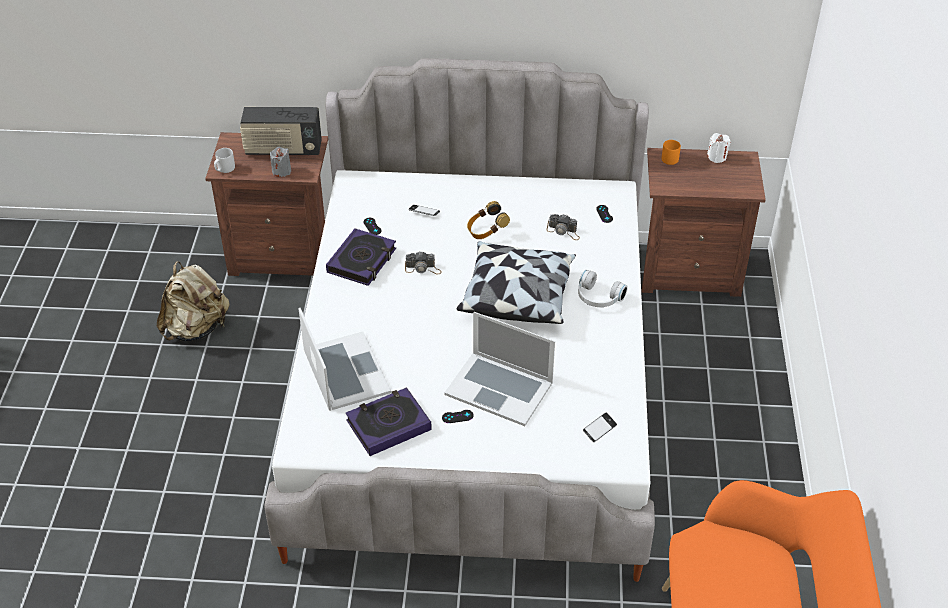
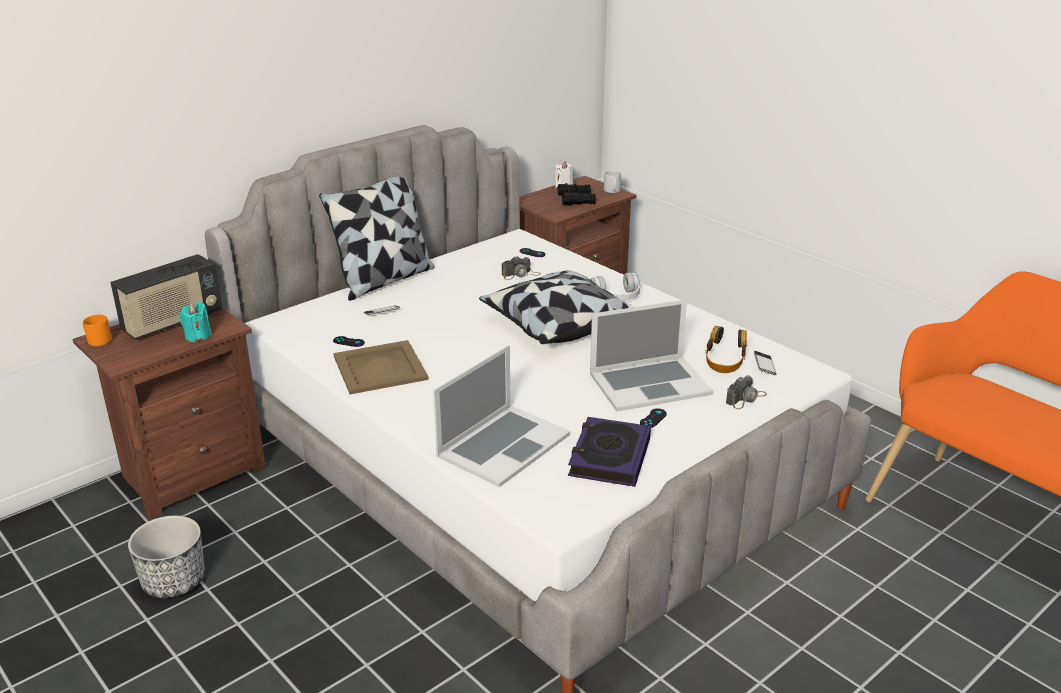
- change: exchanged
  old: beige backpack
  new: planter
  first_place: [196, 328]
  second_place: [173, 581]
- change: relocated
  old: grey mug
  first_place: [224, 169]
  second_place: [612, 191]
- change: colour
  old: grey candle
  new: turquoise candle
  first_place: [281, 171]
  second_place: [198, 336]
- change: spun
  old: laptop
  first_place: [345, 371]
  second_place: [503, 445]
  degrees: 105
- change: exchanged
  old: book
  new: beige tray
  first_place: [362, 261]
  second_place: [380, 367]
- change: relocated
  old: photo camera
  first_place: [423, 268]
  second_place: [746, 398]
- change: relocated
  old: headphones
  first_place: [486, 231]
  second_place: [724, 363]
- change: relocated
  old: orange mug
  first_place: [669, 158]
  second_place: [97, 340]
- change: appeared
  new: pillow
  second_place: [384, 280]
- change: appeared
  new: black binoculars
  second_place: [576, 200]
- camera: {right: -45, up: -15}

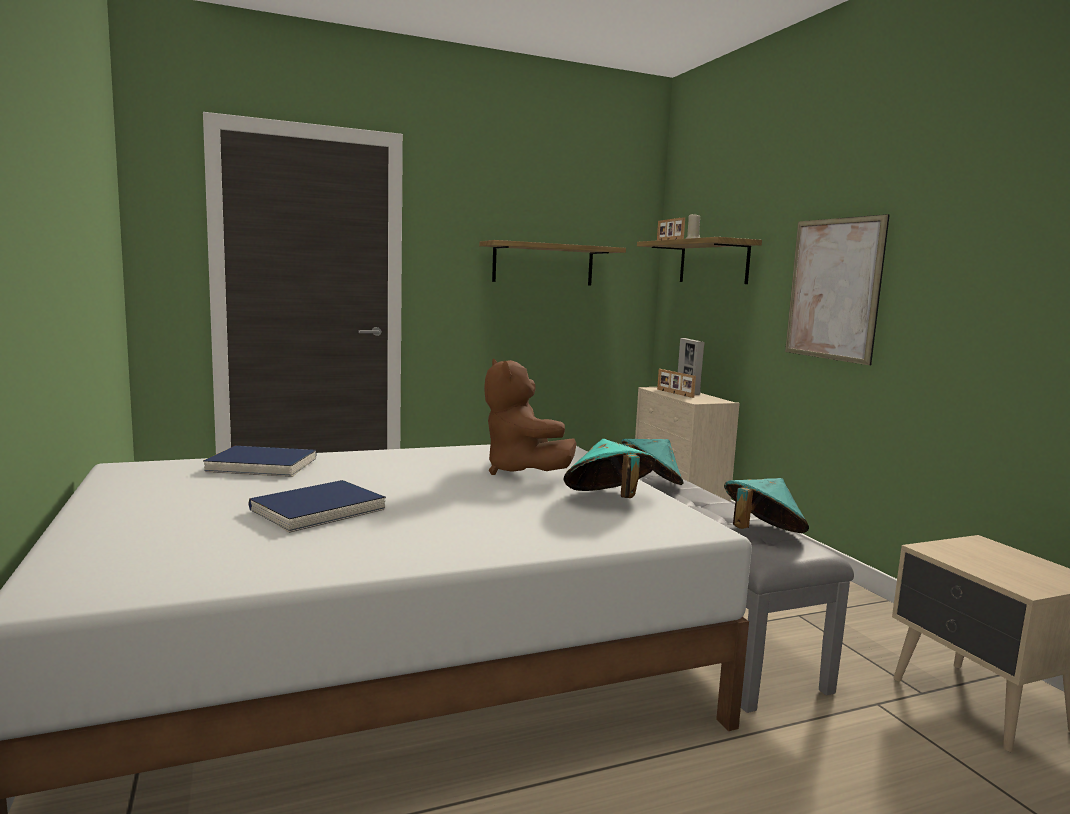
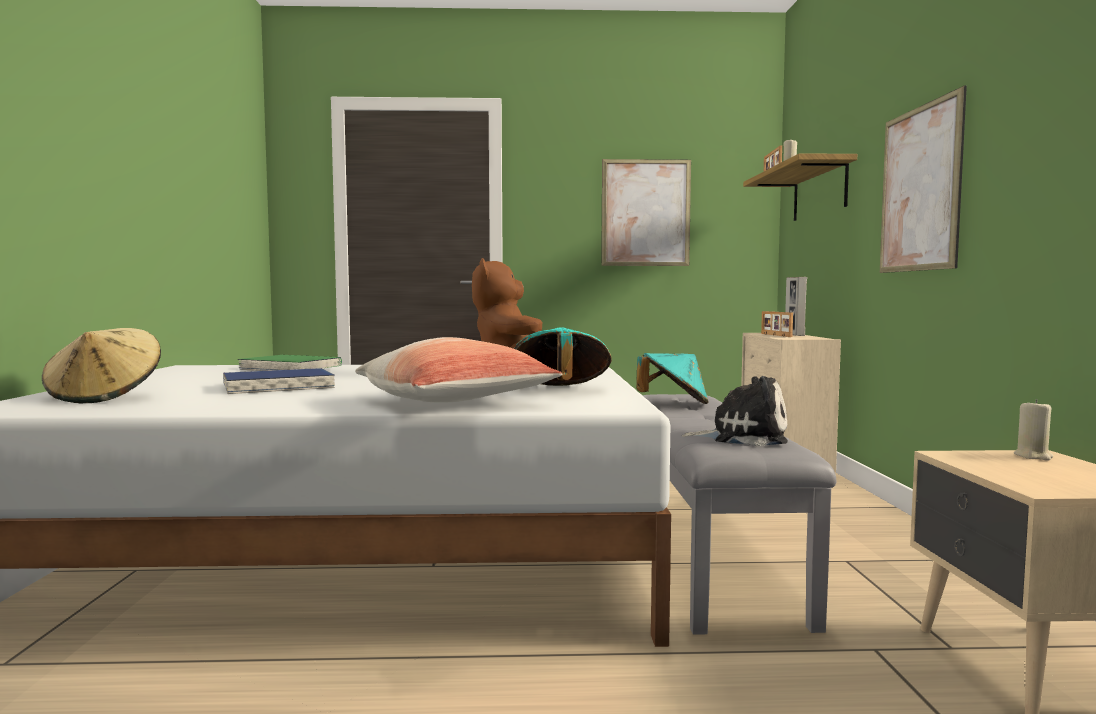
- change: colour
  old: blue book
  new: green book
  first_place: [262, 466]
  second_place: [291, 368]
- change: exchanged
  old: shelf
  new: picture
  first_place: [543, 264]
  second_place: [645, 213]
- change: exchanged
  old: turquoise hat
  new: plush toy
  first_place: [761, 534]
  second_place: [743, 437]
- change: appeared
  new: beige hat
  second_place: [106, 397]
- change: appeared
  new: pillow
  second_place: [457, 402]
- change: appeared
  new: beige candle
  second_place: [1033, 456]
- camera: {right: 20, up: -5}

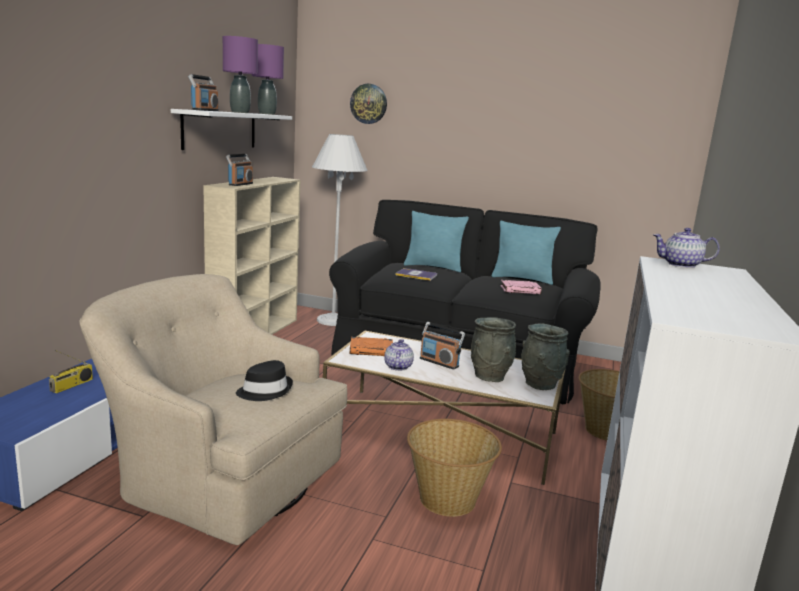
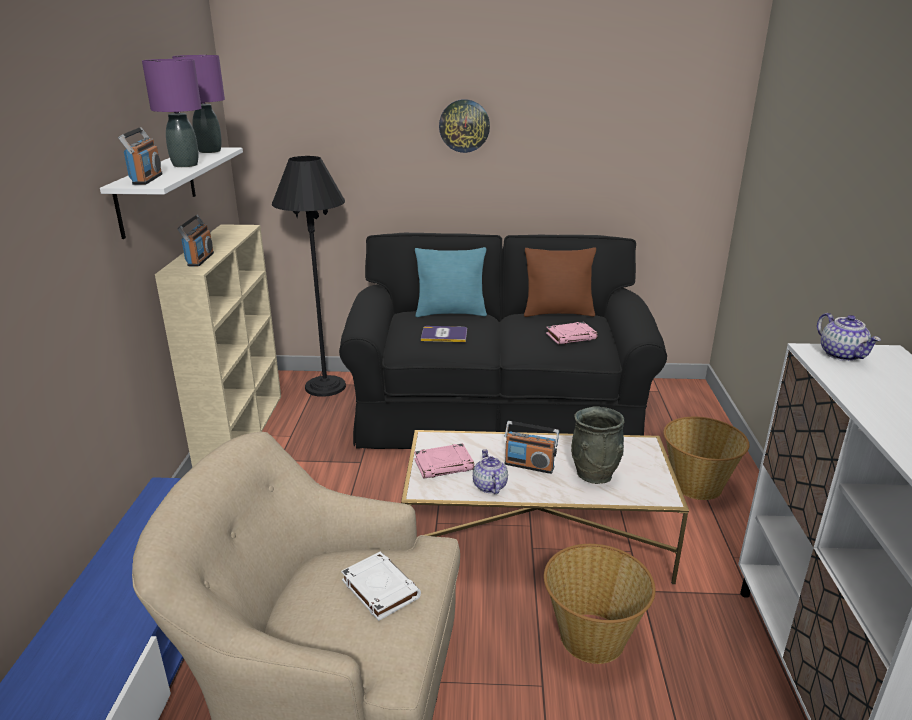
- change: missing
  old: radio
  first_place: [72, 385]
- change: exchanged
  old: black hat
  new: white book
  first_place: [265, 391]
  second_place: [379, 589]
- change: colour
  old: white floor lamp
  new: black floor lamp
  first_place: [333, 320]
  second_place: [325, 386]
- change: relocated
  old: wall clock
  first_place: [368, 103]
  second_place: [464, 126]
- change: colour
  old: orange book
  new: pink book
  first_place: [371, 350]
  second_place: [444, 464]
- change: colour
  old: turquoise pillow
  new: brown pillow
  first_place: [522, 279]
  second_place: [558, 313]
- change: missing
  old: grey vase
  first_place: [541, 384]
- change: spun
  old: teapot
  first_place: [681, 265]
  second_place: [842, 355]
  degrees: -105
- camera: {right: -15, up: 10}

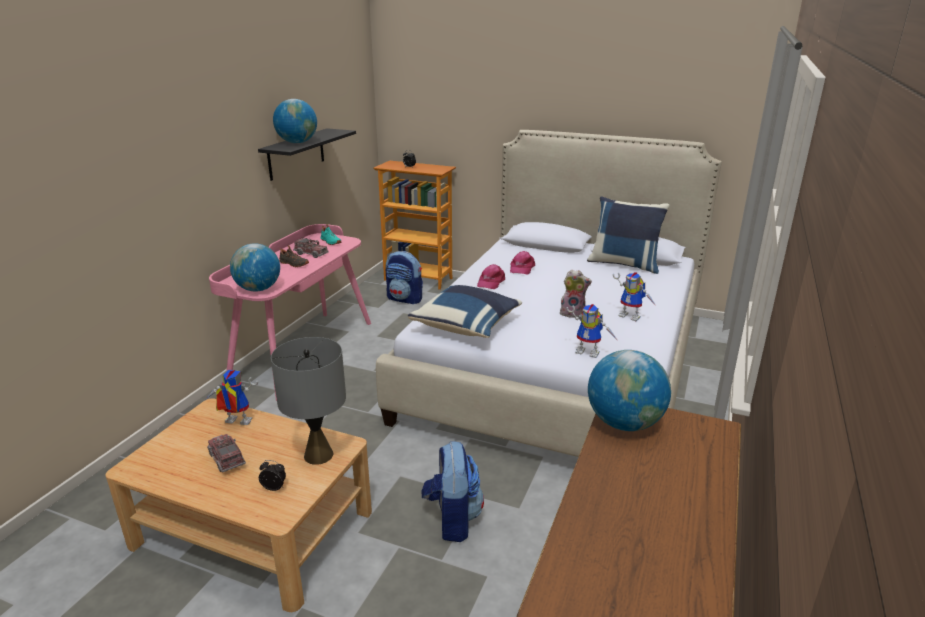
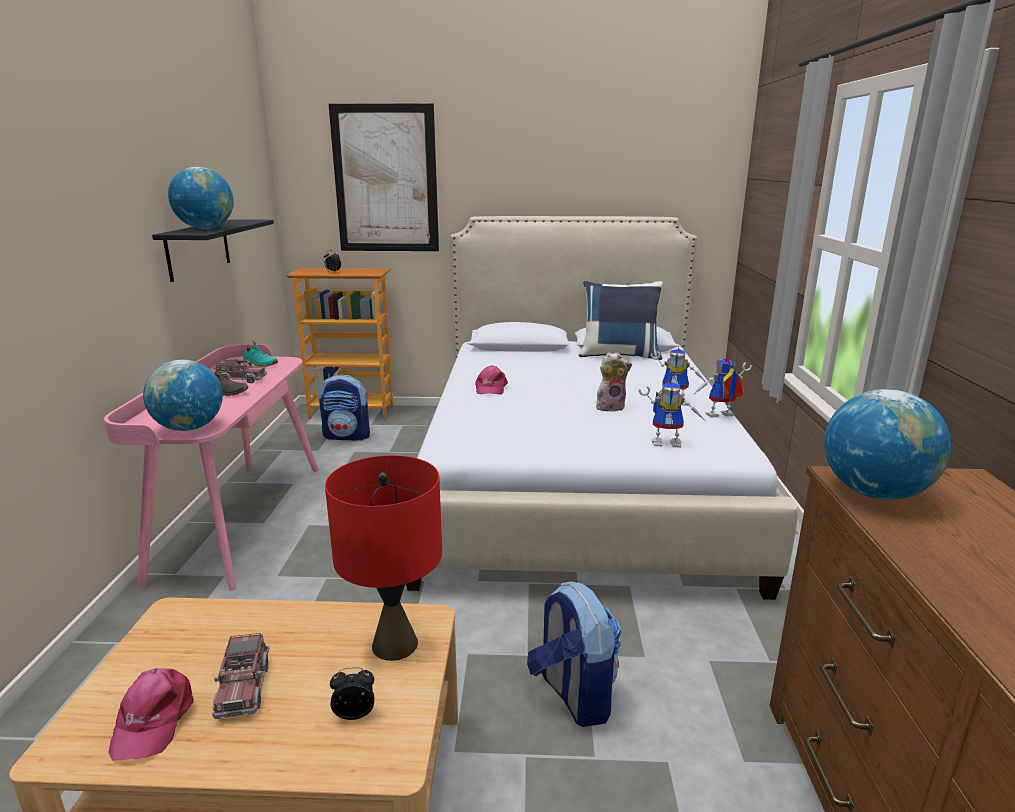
- change: relocated
  old: toy robot
  first_place: [234, 423]
  second_place: [719, 416]
- change: spun
  old: toy truck
  first_place: [226, 459]
  second_place: [243, 688]
  degrees: -135
- change: colour
  old: grey table lamp
  new: red table lamp
  first_place: [318, 455]
  second_place: [394, 644]
- change: missing
  old: blue pillow
  first_place: [467, 326]
- change: relocated
  old: pink cap
  first_place: [521, 268]
  second_place: [153, 719]
- change: appeared
  new: picture
  second_place: [385, 179]
- camera: {right: -20, up: -5}

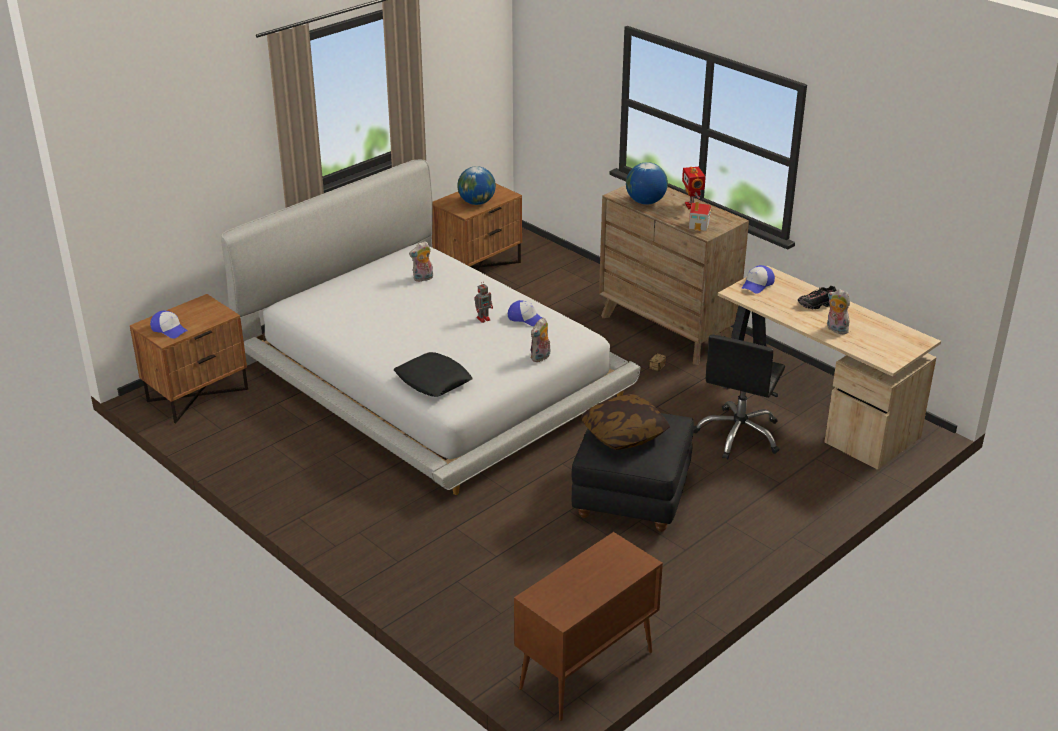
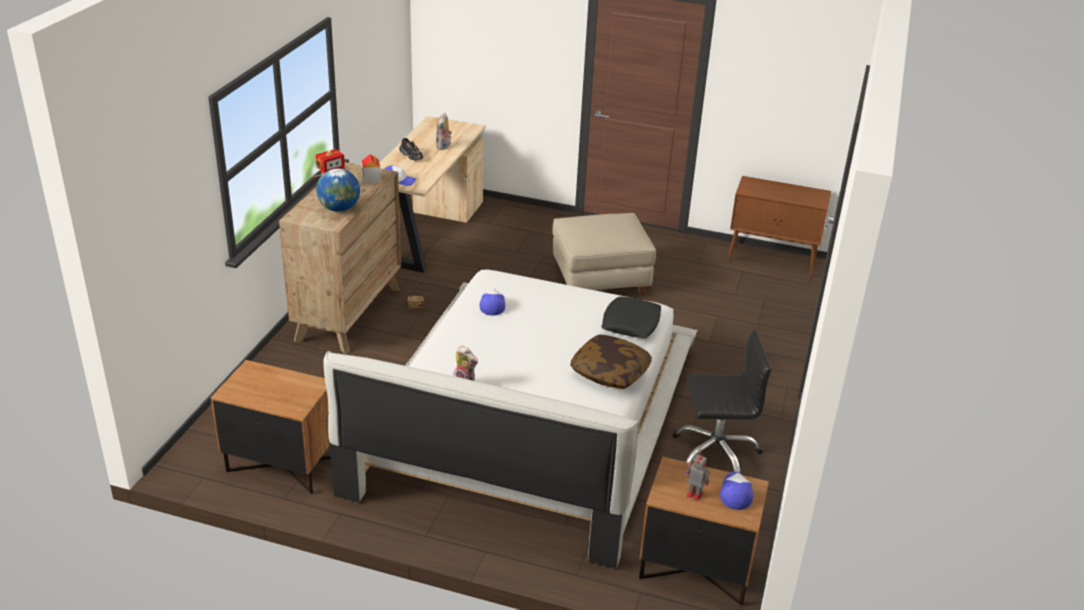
- change: missing
  old: globe
  first_place: [477, 202]
- change: relocated
  old: toy robot
  first_place: [484, 318]
  second_place: [693, 494]
- change: missing
  old: plush toy
  first_place: [541, 358]
- change: colour
  old: black ottoman
  new: beige ottoman
  first_place: [631, 496]
  second_place: [600, 280]
- change: relocated
  old: pillow
  first_place: [624, 434]
  second_place: [610, 372]
- change: relocated
  old: black office chair
  first_place: [739, 435]
  second_place: [715, 452]
- camera: {right: -120, up: 0}

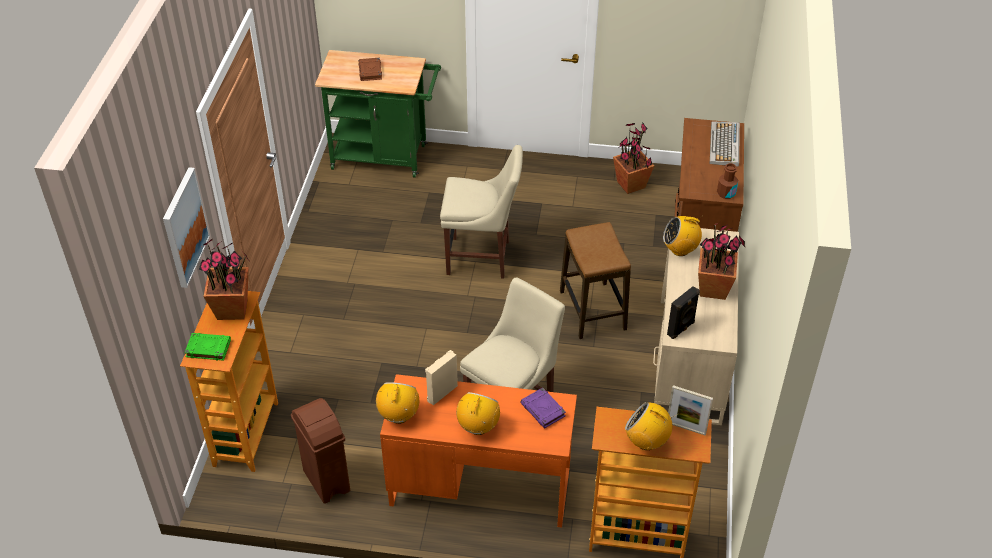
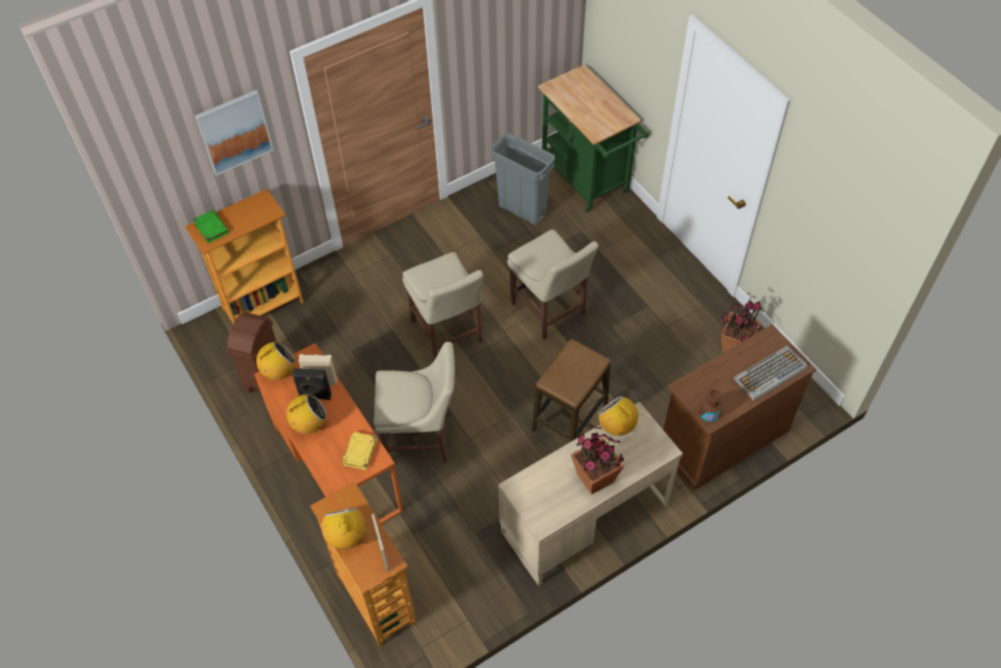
- change: missing
  old: potted plant
  first_place: [233, 309]
- change: missing
  old: brown book
  first_place: [370, 71]
- change: colour
  old: purple book
  new: yellow book
  first_place: [543, 410]
  second_place: [360, 452]
- change: relocated
  old: black speaker
  first_place: [681, 329]
  second_place: [315, 396]
- change: appeared
  new: beige chair
  second_place: [448, 334]
- change: appeared
  new: grey trash can
  second_place: [522, 210]
- camera: {right: 50, up: 10}

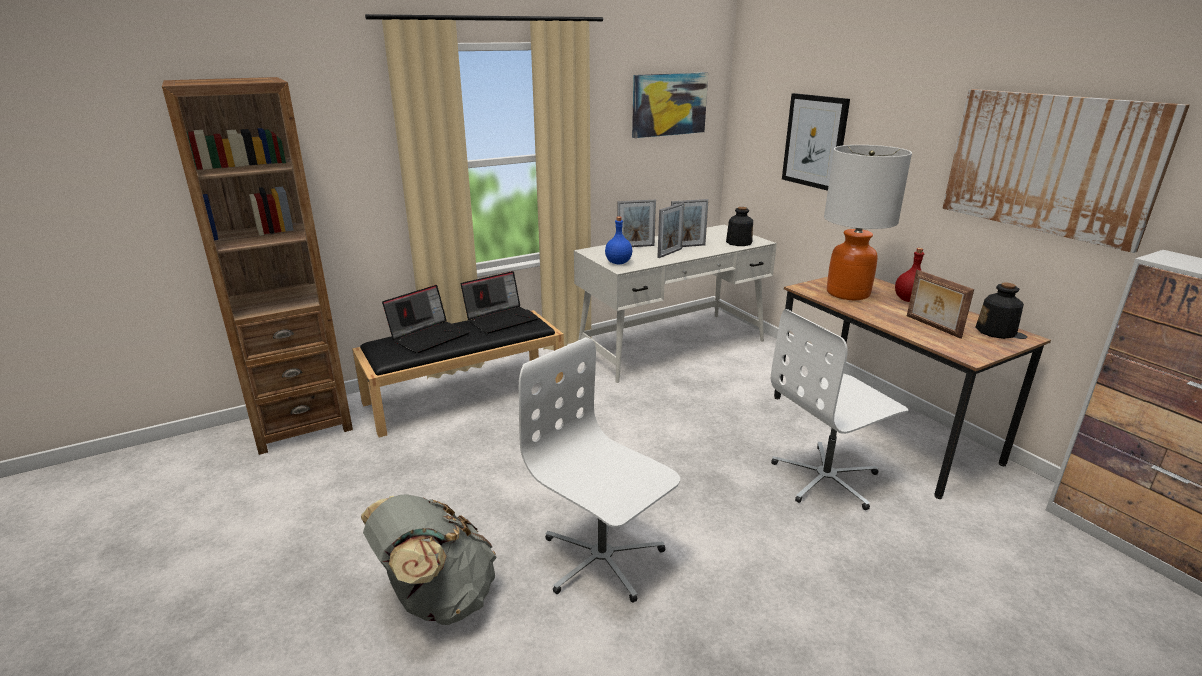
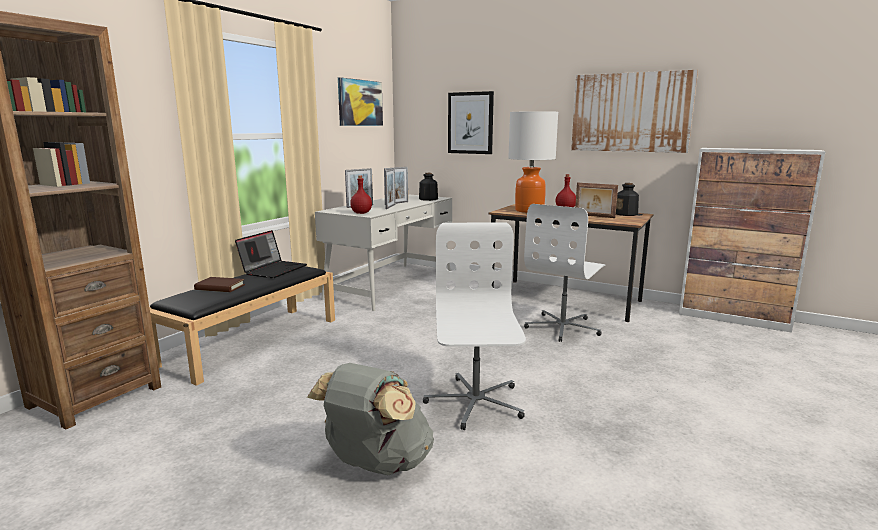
- change: exchanged
  old: laptop
  new: brown book
  first_place: [429, 336]
  second_place: [220, 287]
- change: spun
  old: white office chair
  first_place: [601, 559]
  second_place: [474, 402]
  degrees: 75
- change: colour
  old: blue bottle
  new: red bottle
  first_place: [618, 263]
  second_place: [361, 213]
- camera: {right: -30, up: -10}

